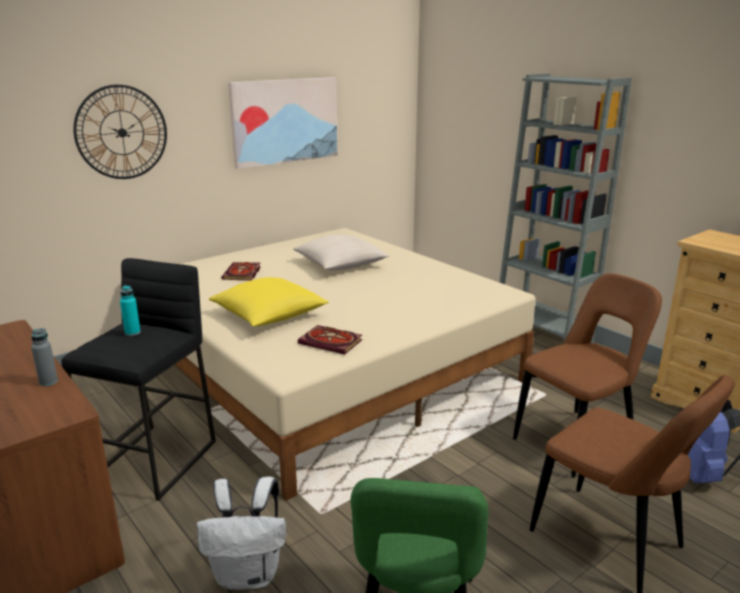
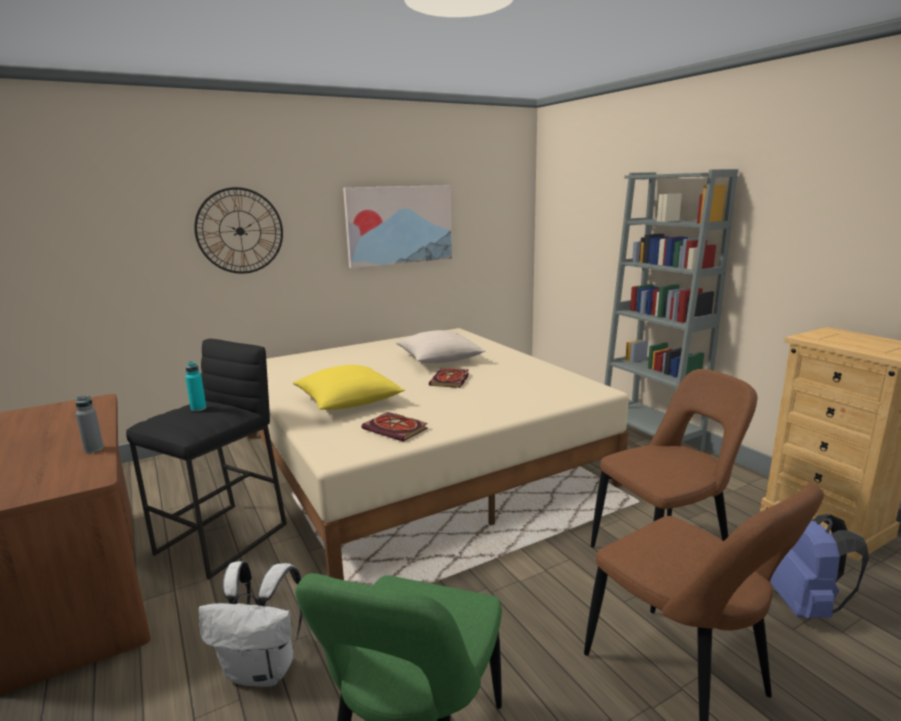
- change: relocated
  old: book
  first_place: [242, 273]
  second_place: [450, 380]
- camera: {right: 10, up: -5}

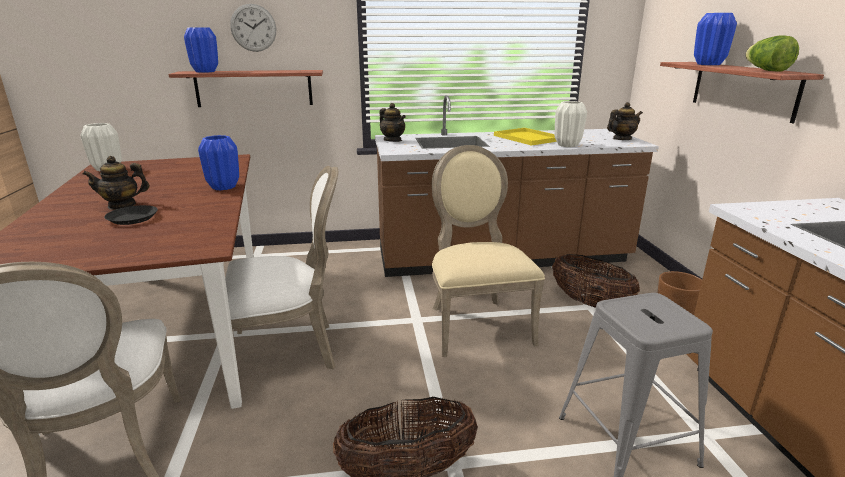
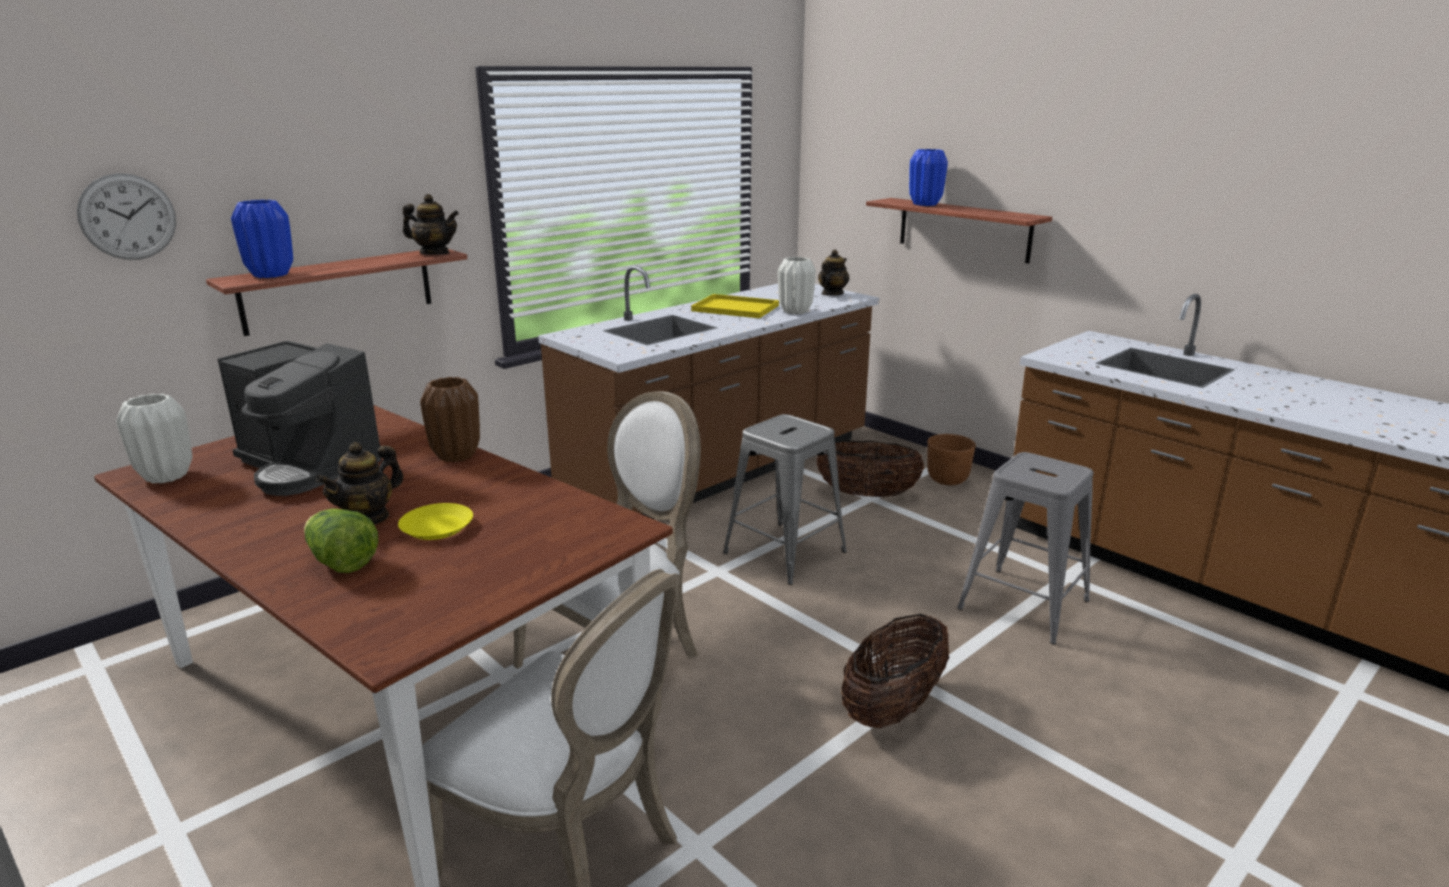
- change: colour
  old: black plate
  new: yellow plate
  first_place: [133, 218]
  second_place: [436, 527]
- change: colour
  old: blue vase
  new: brown vase
  first_place: [224, 187]
  second_place: [456, 455]
- change: relocated
  old: wall clock
  first_place: [253, 28]
  second_place: [127, 217]
- change: relocated
  old: teapot
  first_place: [393, 140]
  second_place: [434, 253]
- change: exchanged
  old: beige chair
  new: grey stool
  first_place: [476, 323]
  second_place: [785, 552]
- change: relocated
  old: lettuce
  first_place: [766, 70]
  second_place: [341, 562]
- change: appeared
  new: coffee machine
  second_place: [309, 465]
- camera: {right: -35, up: 0}

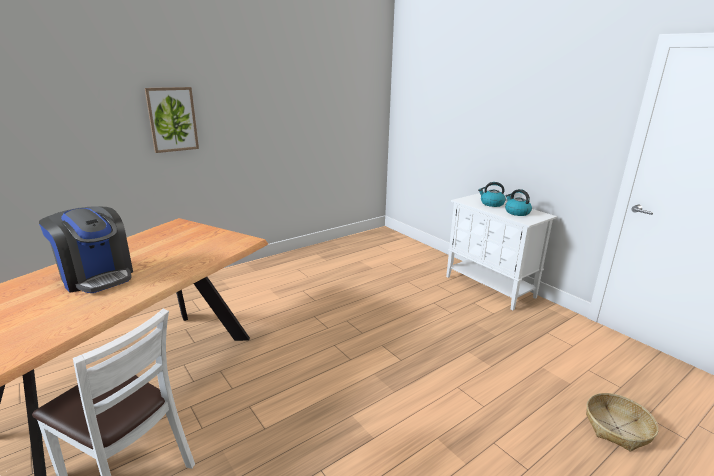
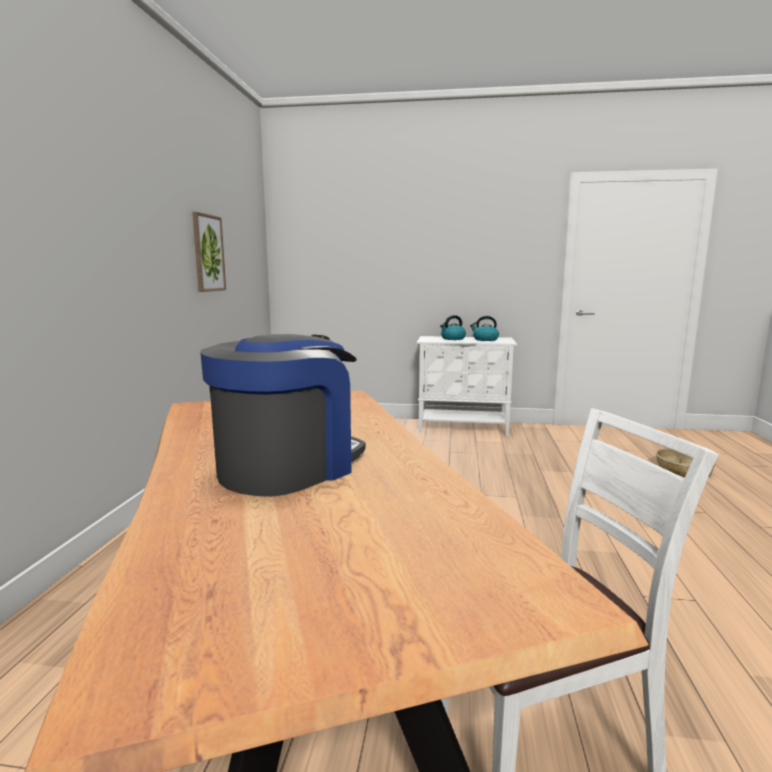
- change: spun
  old: coffee machine
  first_place: [97, 276]
  second_place: [288, 467]
  degrees: -45
- change: relocated
  old: picture
  first_place: [172, 119]
  second_place: [208, 253]
- camera: {right: -45, up: -10}

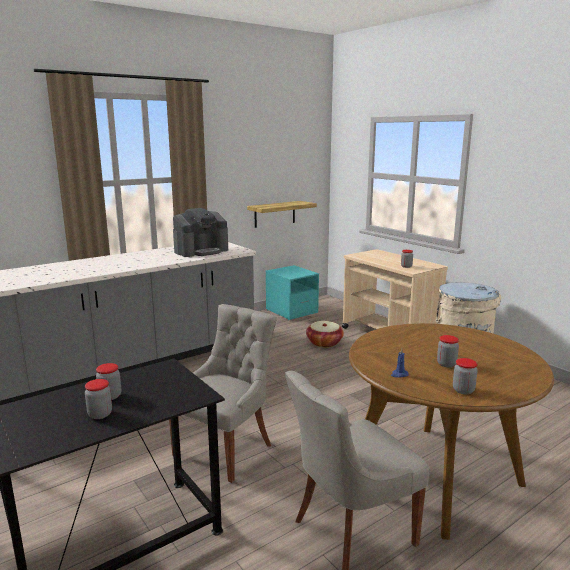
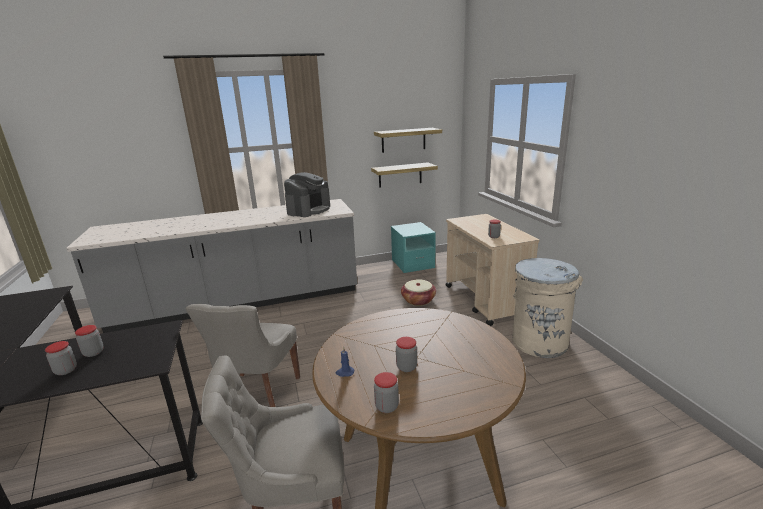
- change: spun
  old: grey chair
  first_place: [226, 449]
  second_place: [258, 396]
  degrees: 135
- change: spun
  old: coffee machine
  first_place: [201, 251]
  second_place: [309, 210]
  degrees: -45
- change: appeared
  new: shelf
  second_place: [403, 140]
- camera: {right: 20, up: 5}

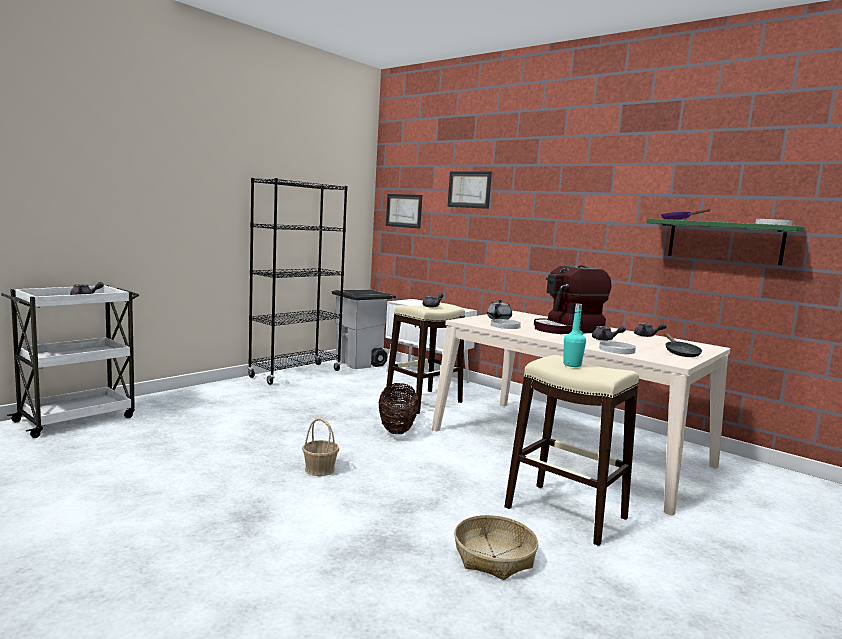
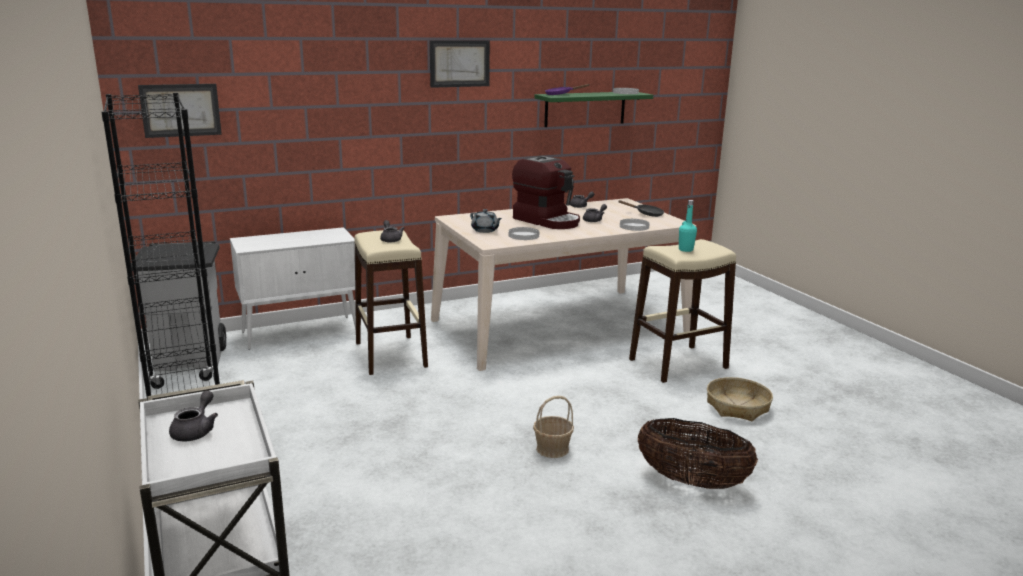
- change: relocated
  old: basket
  first_place: [397, 429]
  second_place: [692, 481]
- change: relocated
  old: picture
  first_place: [469, 189]
  second_place: [459, 63]
- change: spun
  old: coffee machine
  first_place: [568, 329]
  second_place: [547, 220]
  degrees: -45
- camera: {right: -65, up: 10}

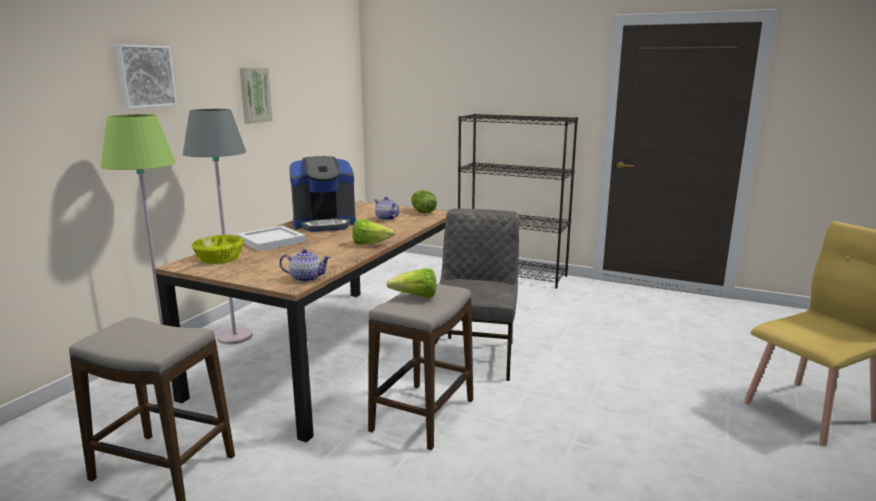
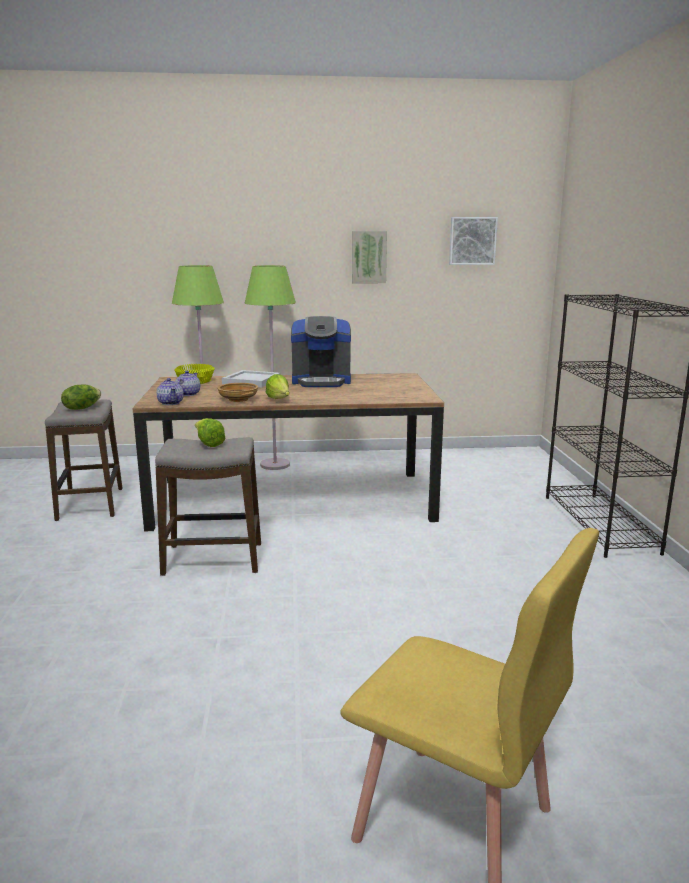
- change: relocated
  old: picture
  first_place: [144, 76]
  second_place: [472, 241]
- change: colour
  old: grey floor lamp
  new: green floor lamp
  first_place: [234, 337]
  second_place: [275, 465]
- change: spun
  old: coffee machine
  first_place: [324, 224]
  second_place: [321, 381]
  degrees: -45
- change: relocated
  old: teapot
  first_place: [386, 218]
  second_place: [187, 394]
- change: relocated
  old: lettuce
  first_place: [422, 212]
  second_place: [82, 408]
- change: missing
  old: grey chair
  first_place: [475, 356]
- change: appeared
  new: beige bowl
  second_place: [238, 399]
- camera: {right: 60, up: 0}

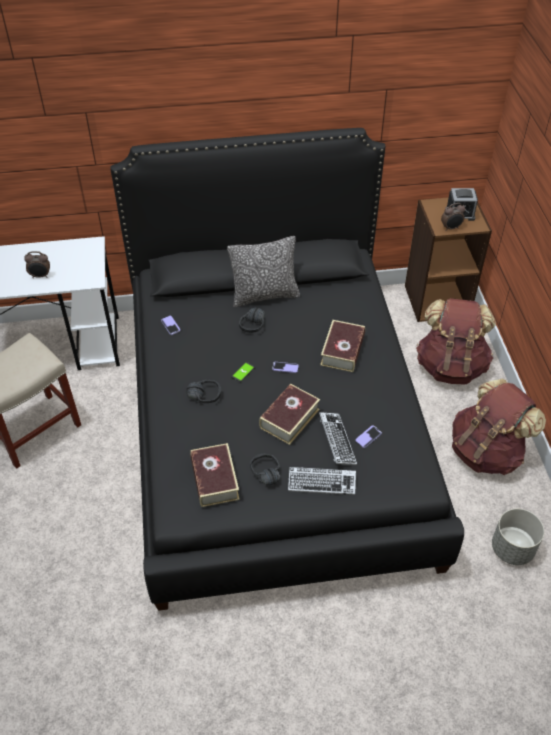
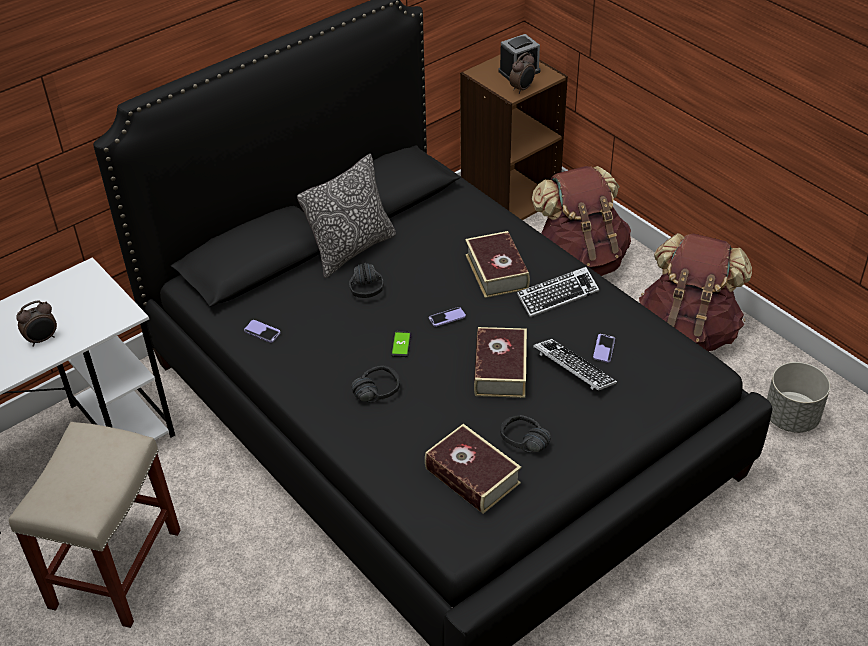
- change: relocated
  old: keyboard
  first_place: [321, 483]
  second_place: [557, 296]
- camera: {right: -30, up: -5}

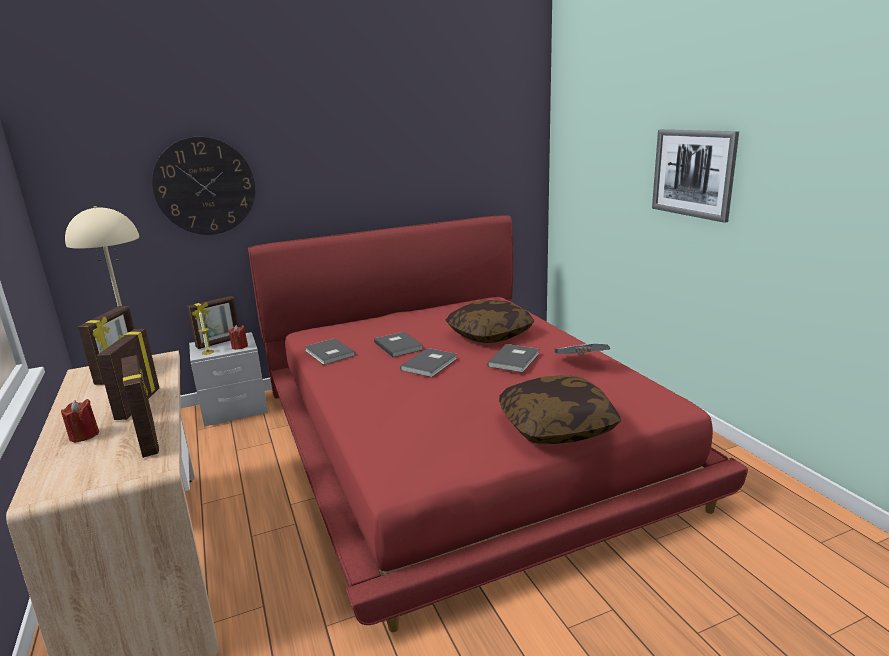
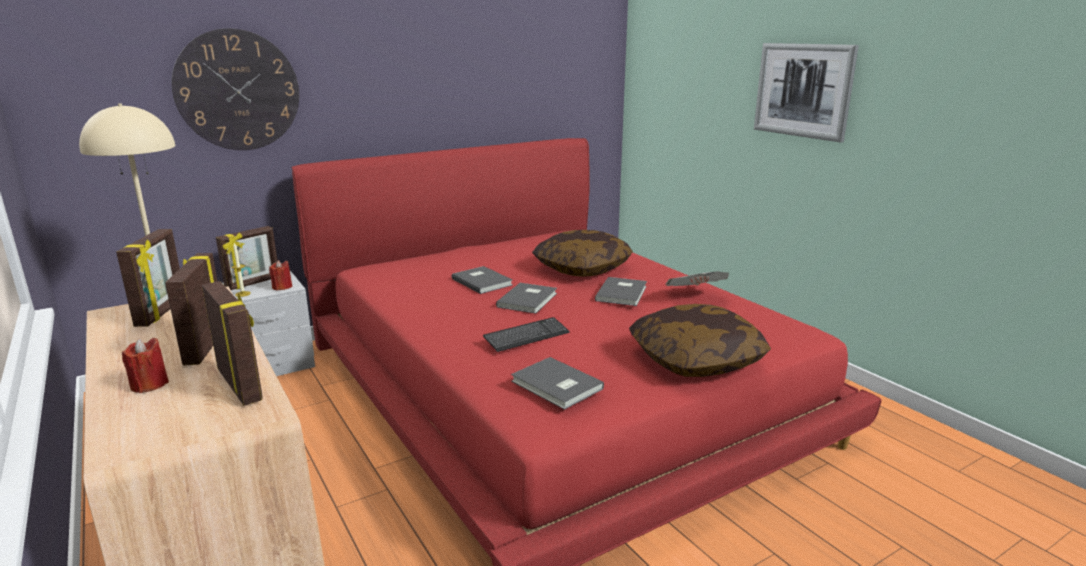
- change: relocated
  old: grey book
  first_place: [328, 354]
  second_place: [556, 386]
- change: appeared
  new: keyboard
  second_place: [526, 336]
- camera: {right: -10, up: 0}

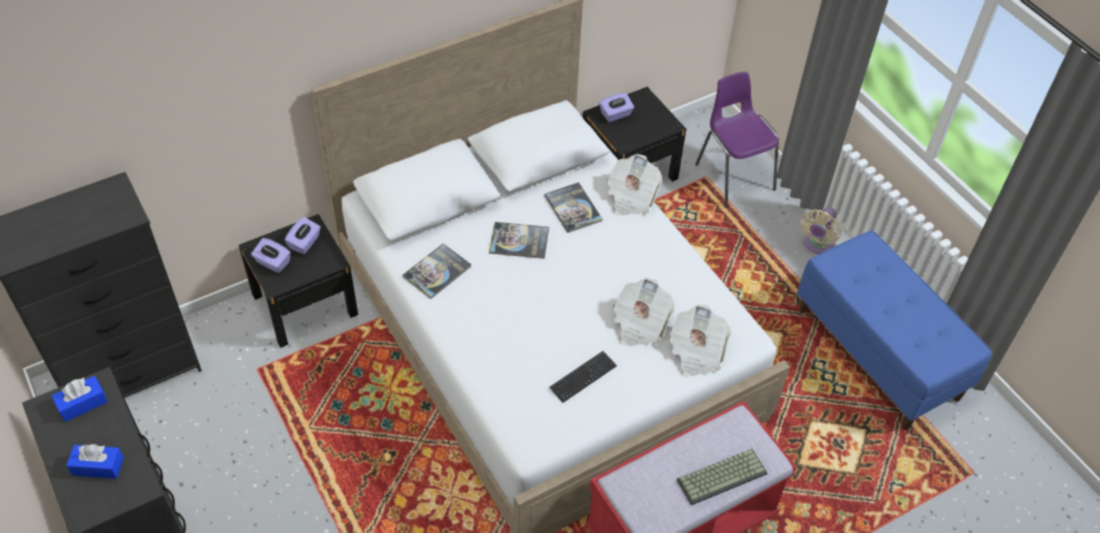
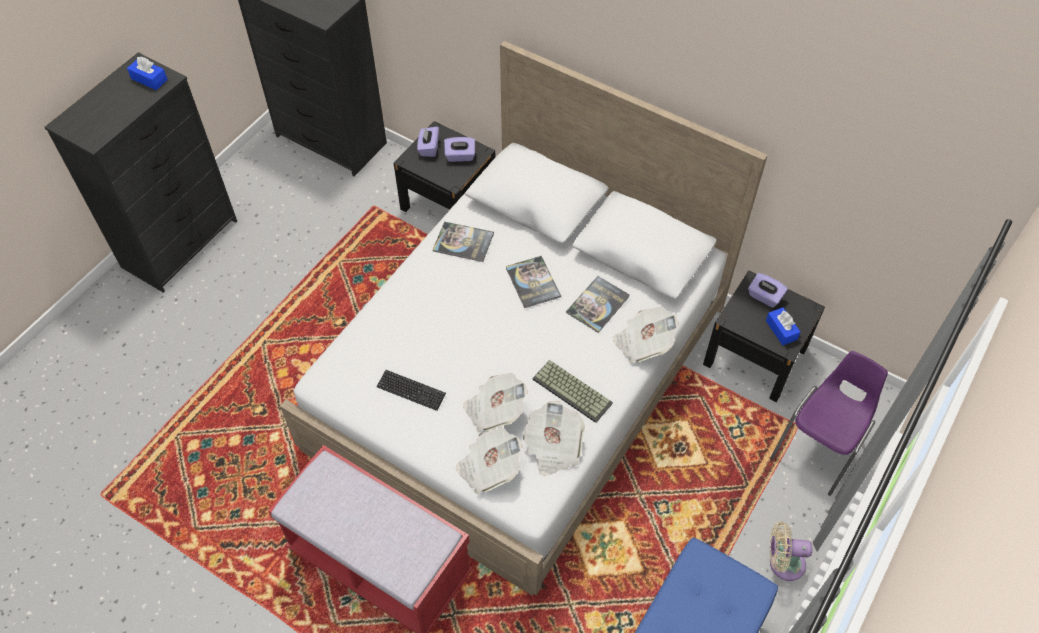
- change: relocated
  old: blue tissue box
  first_place: [98, 466]
  second_place: [781, 330]
- change: relocated
  old: keyboard
  first_place: [722, 475]
  second_place: [573, 390]
- change: appeared
  new: newspaper
  second_place: [553, 447]
- camera: {right: 65, up: 5}

